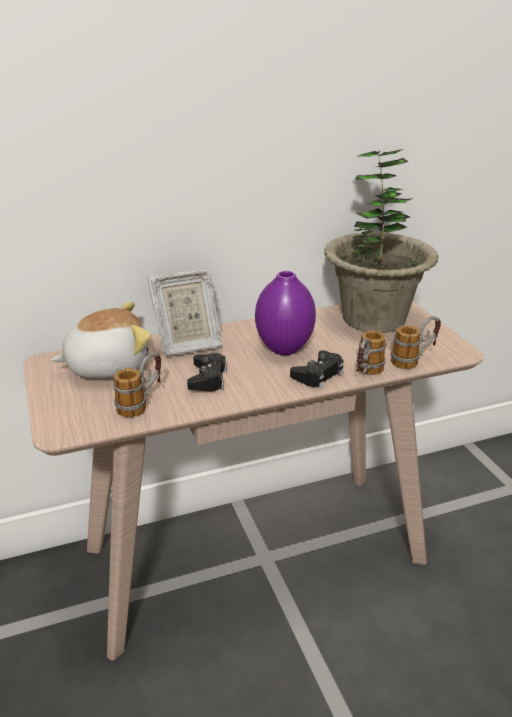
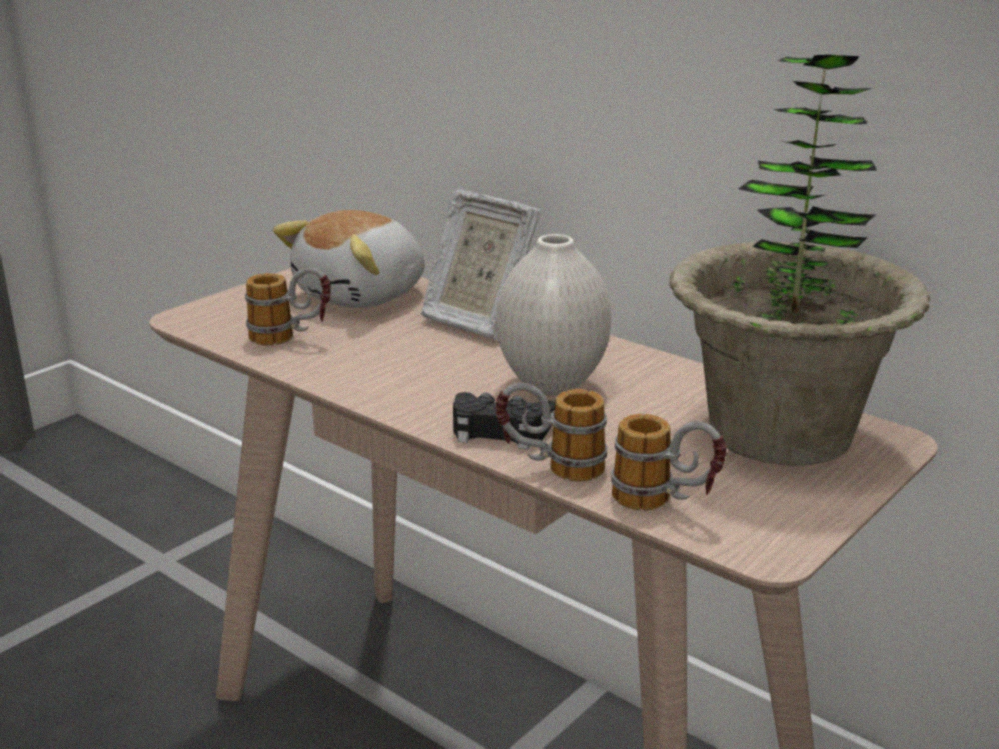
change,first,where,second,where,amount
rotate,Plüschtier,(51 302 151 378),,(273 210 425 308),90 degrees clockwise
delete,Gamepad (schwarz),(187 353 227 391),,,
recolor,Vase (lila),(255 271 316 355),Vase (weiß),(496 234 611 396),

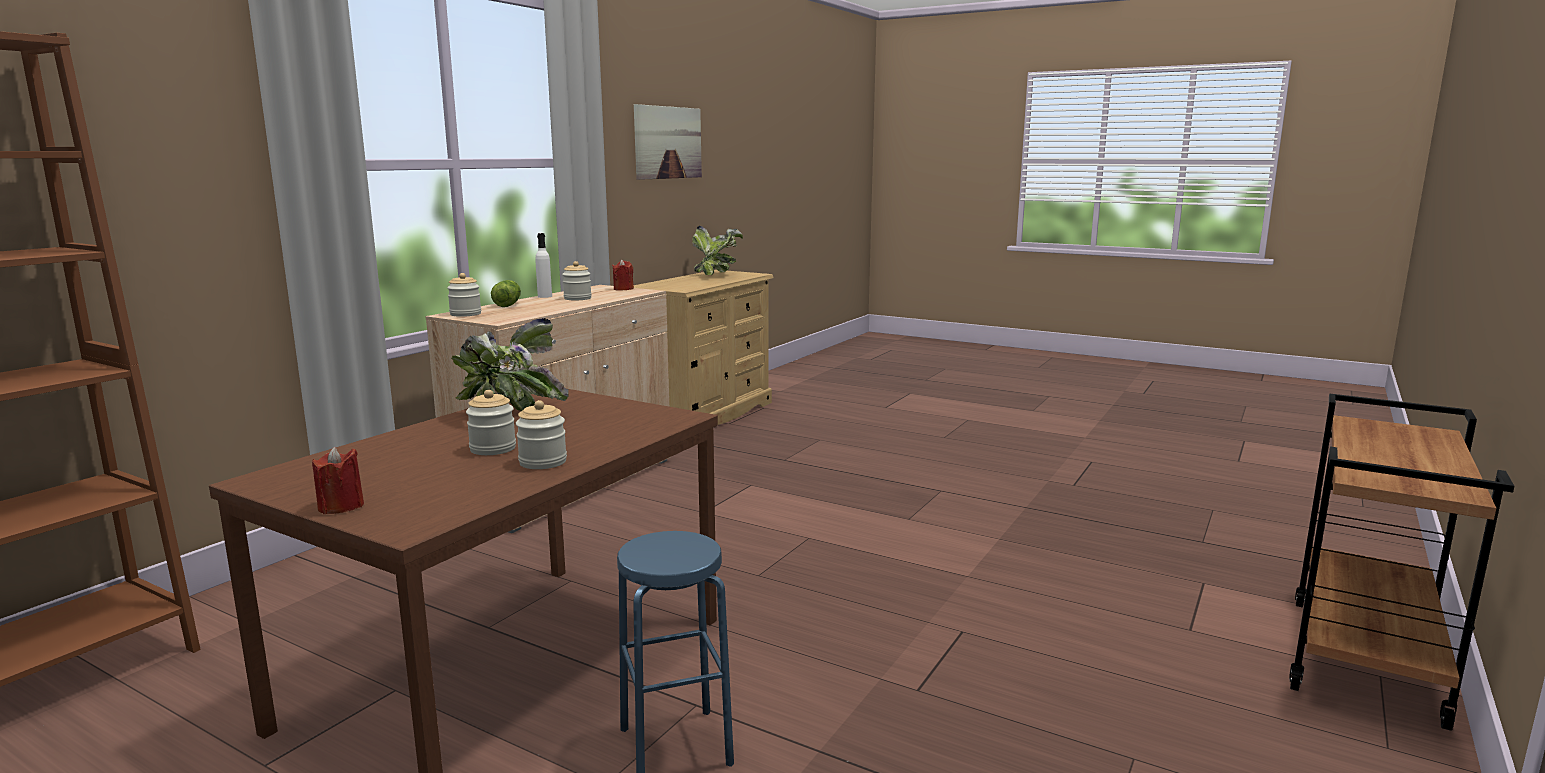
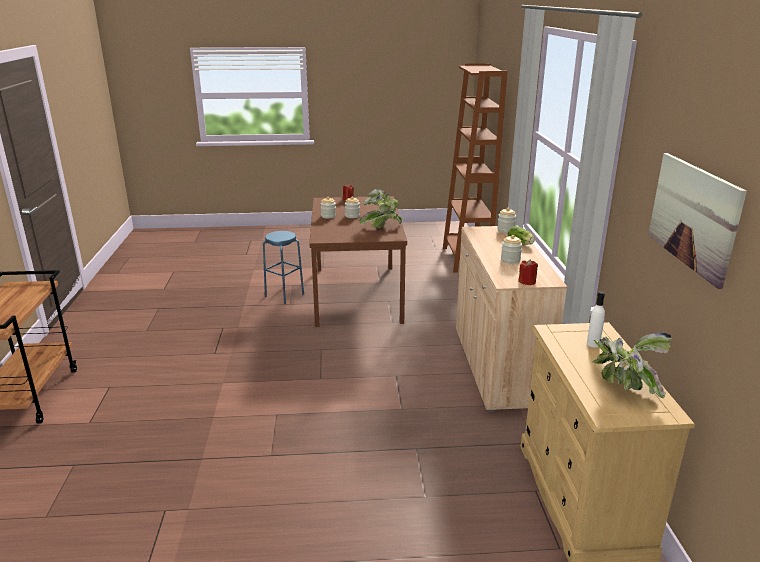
change,first,where,second,where,amount
move,Flasche (weiß),(536 233 552 298),,(587 291 605 348),

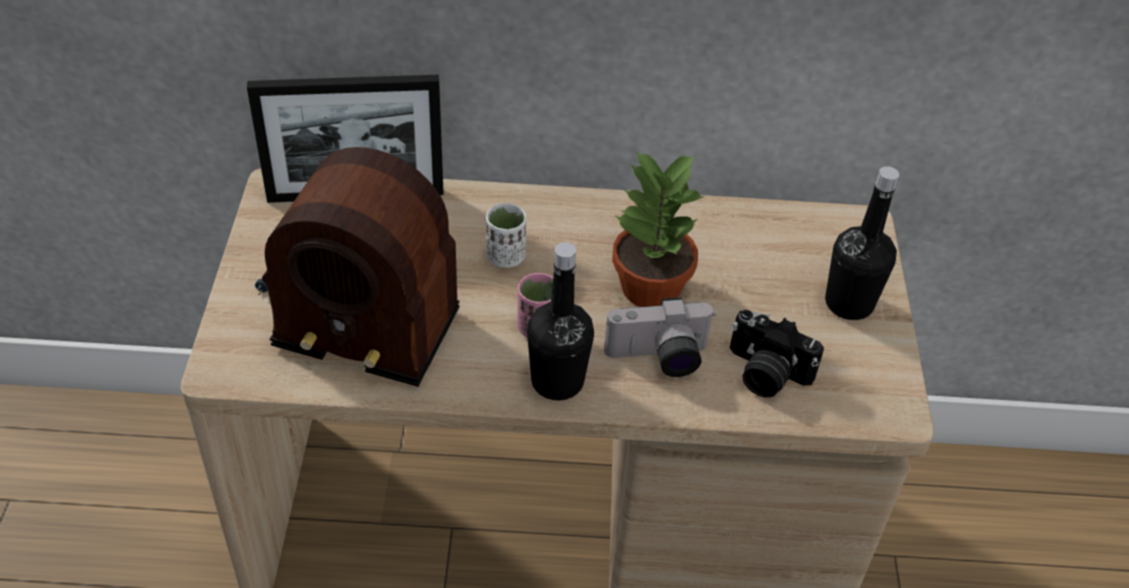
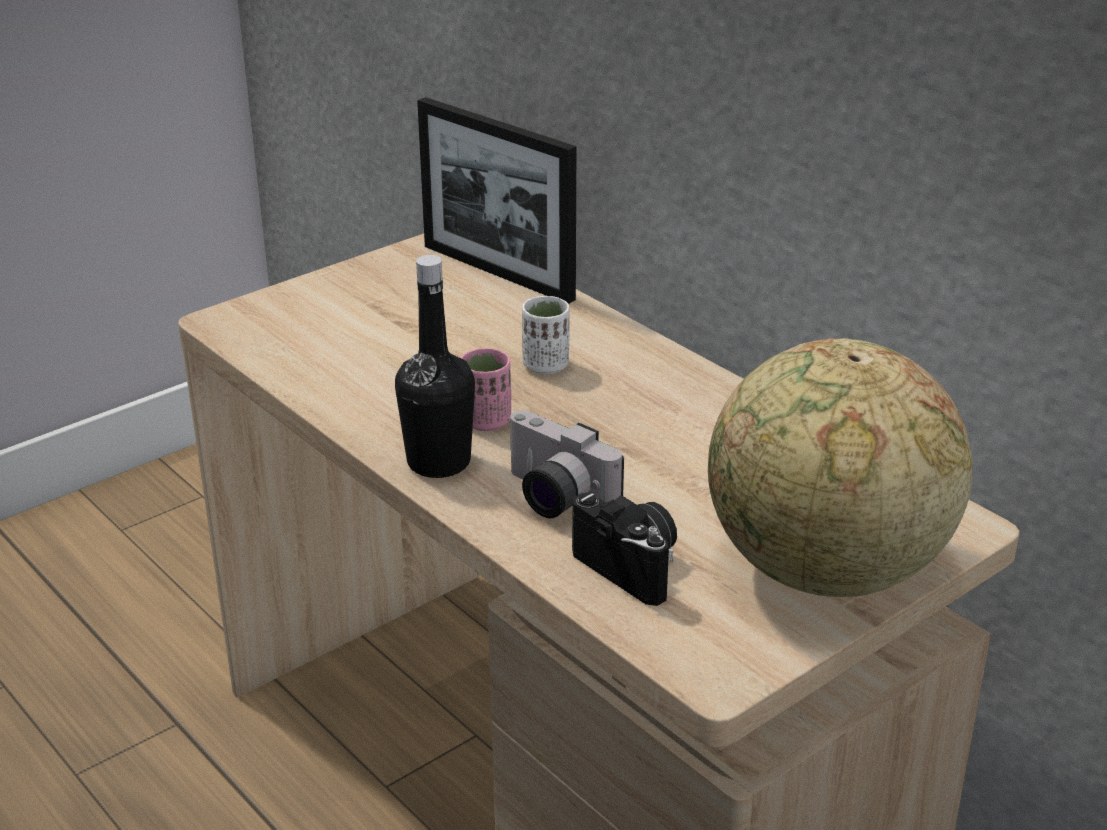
change,first,where,second,where,amount
delete,Radio,(255 147 460 387),,,
delete,Topfpflanze,(612 151 705 307),,,
rotate,Kamera,(730 310 824 398),,(572 492 677 606),150 degrees clockwise
replace,Flasche (schwarz),(825 166 899 320),Globus,(708 338 972 597),

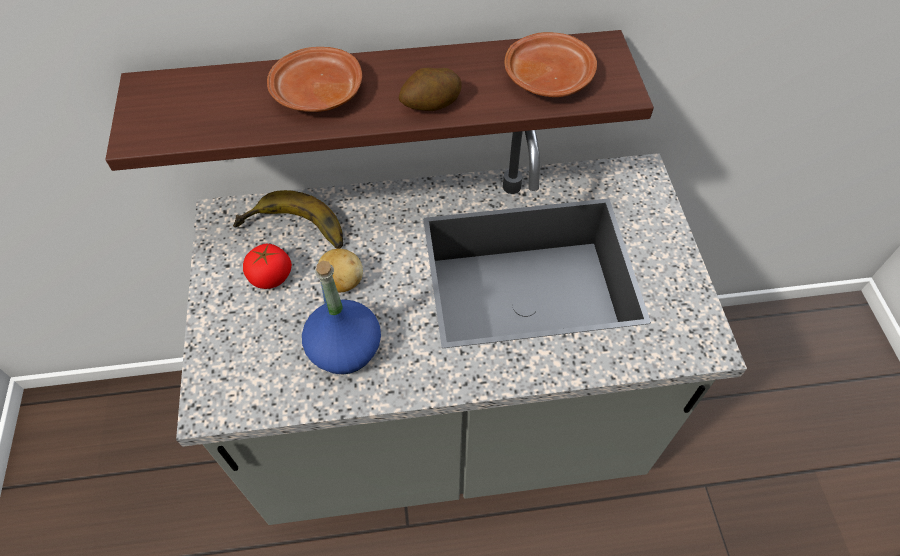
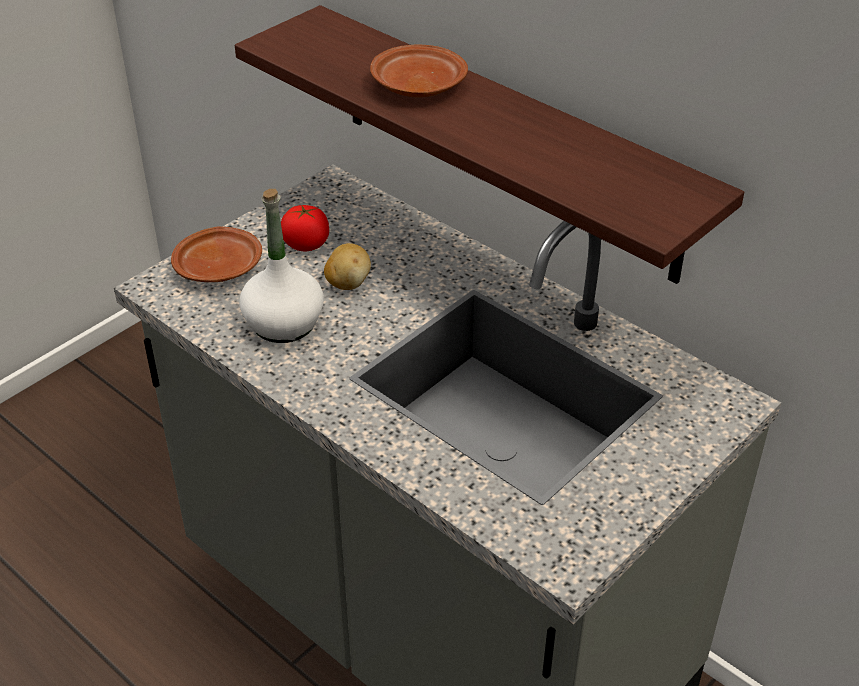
change,first,where,second,where,amount
delete,Banane,(233 190 343 249),,,
recolor,Flasche (blau),(302 261 381 375),Flasche (weiß),(239 189 324 343),
delete,Kartoffel,(399 68 462 111),,,
move,Teller (braun),(505 32 597 97),,(171 227 262 282),

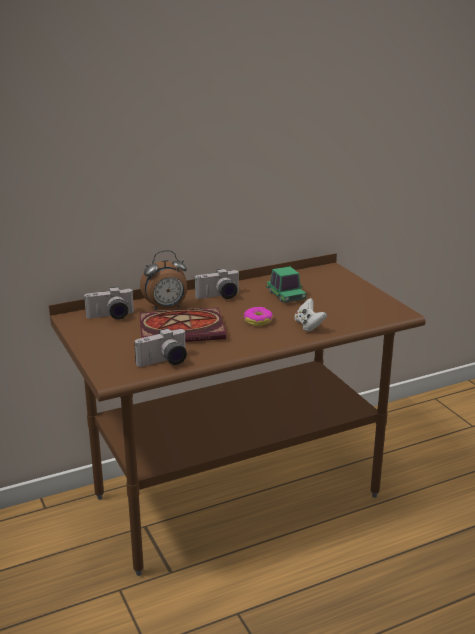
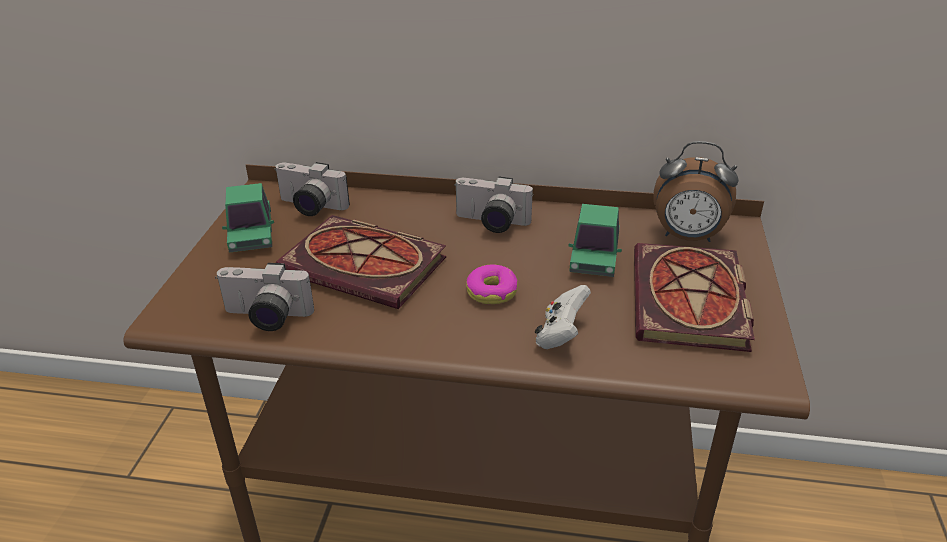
change,first,where,second,where,amount
move,Wecker,(140 250 187 311),,(653 141 739 242),
insert,,,Spielzeugauto,(222 183 274 252),
insert,,,Buch,(634 243 755 352),

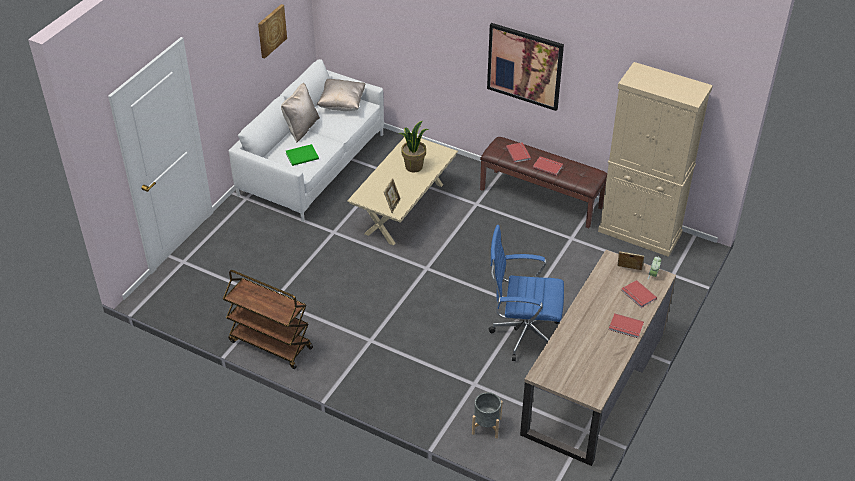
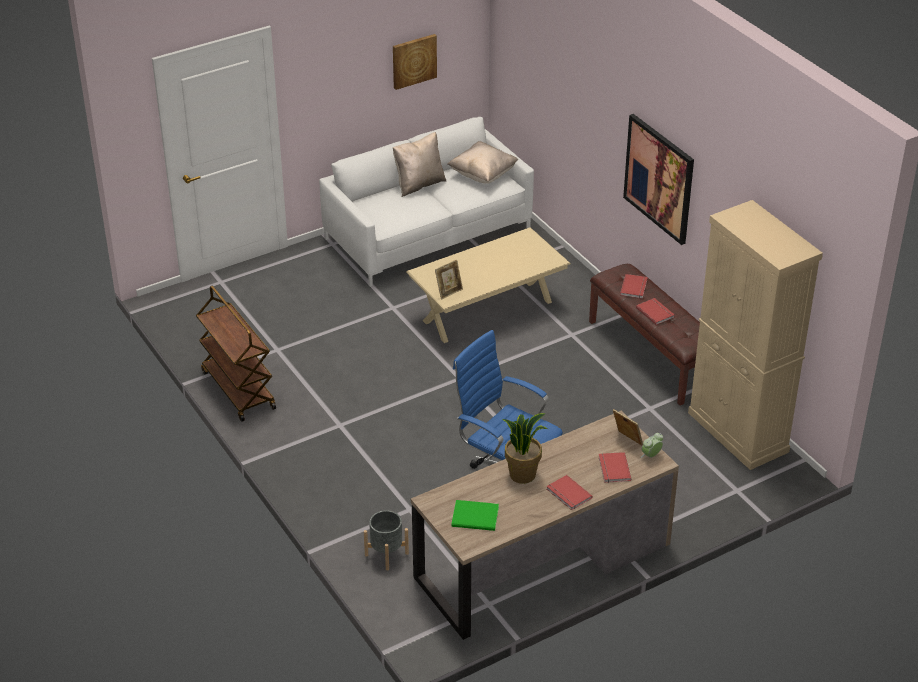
change,first,where,second,where,amount
move,Buch (grün),(286 144 319 166),,(451 500 499 531),
move,Topfpflanze,(399 121 429 172),,(502 413 547 484),

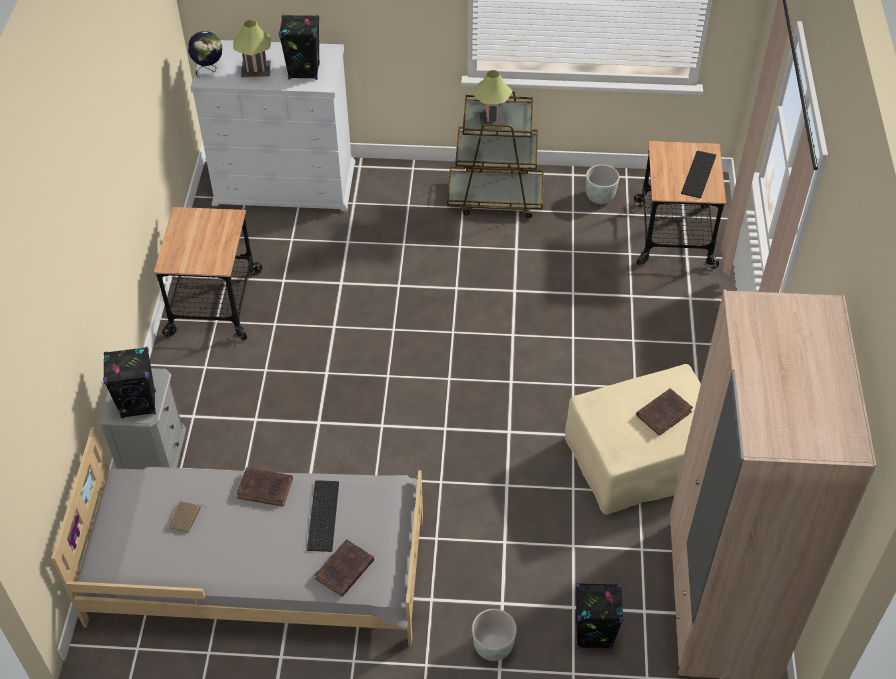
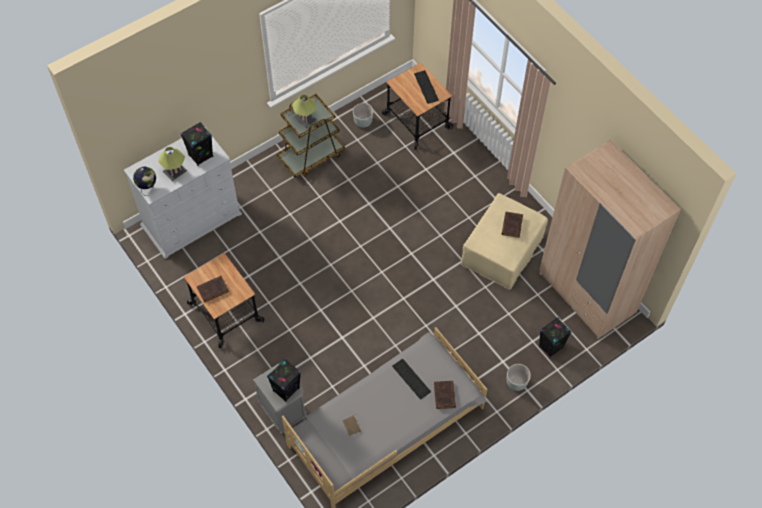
change,first,where,second,where,amount
move,Buch (braun),(236 467 293 507),,(197 276 229 303),

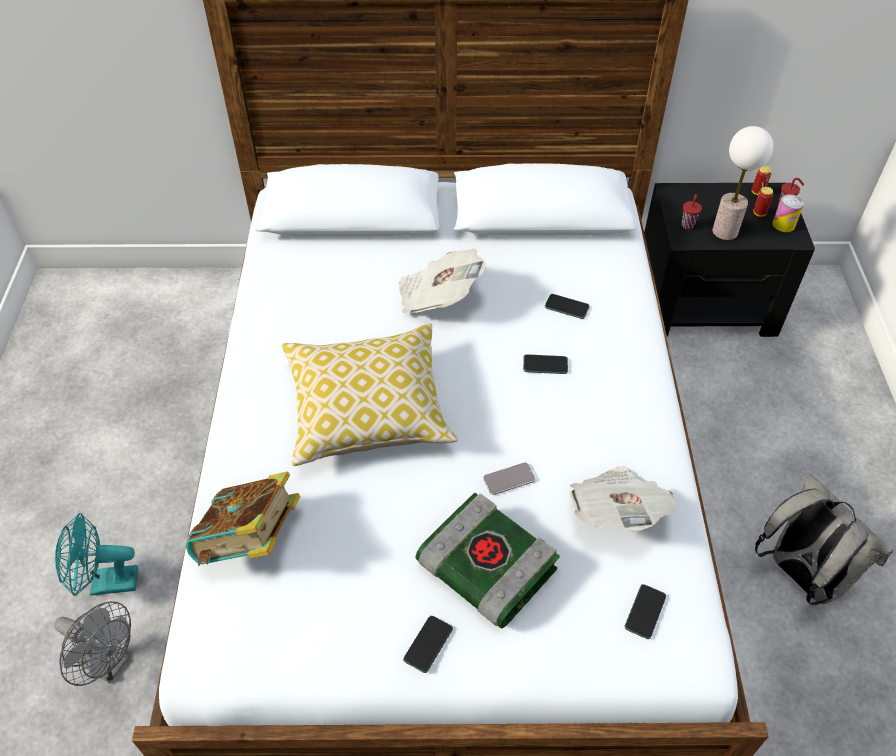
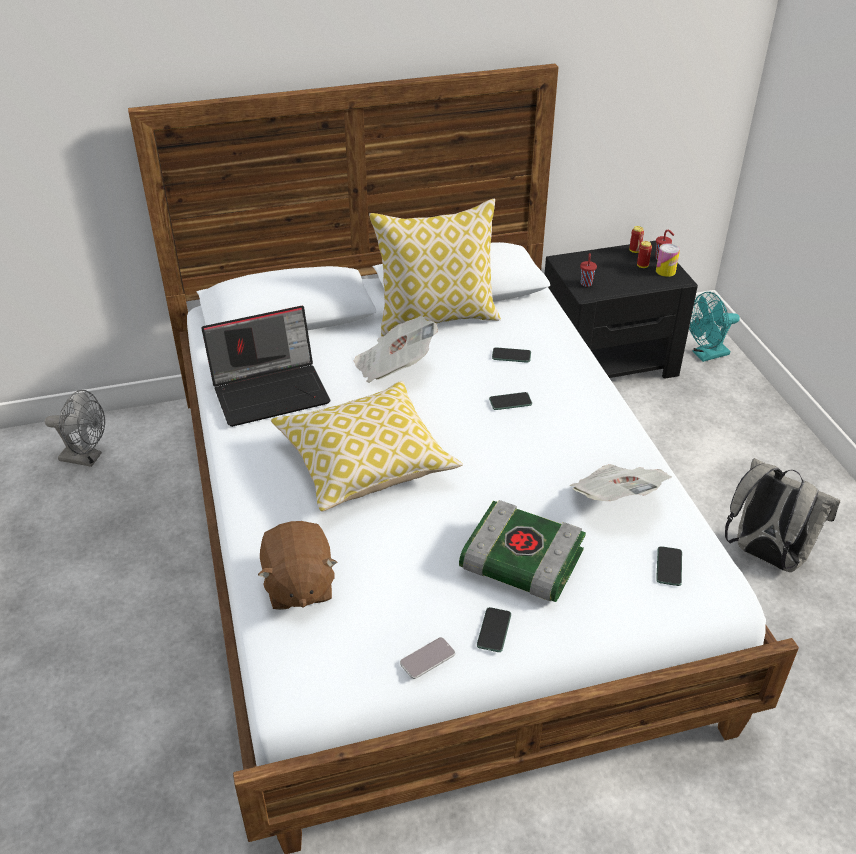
change,first,where,second,where,amount
move,Ventilator (grau),(54 601 131 686),,(45 390 105 467),
move,Ventilator (türkis),(55 513 138 596),,(689 292 740 362),
replace,Buch,(186 471 300 566),Plüschtier (braun),(258 521 337 610),
move,Handy,(483 462 535 495),,(400 637 455 679),
delete,Tischlampe,(712 126 773 240),,,
insert,,,Laptop,(201 306 331 427),
insert,,,Kissen,(369 199 501 336),

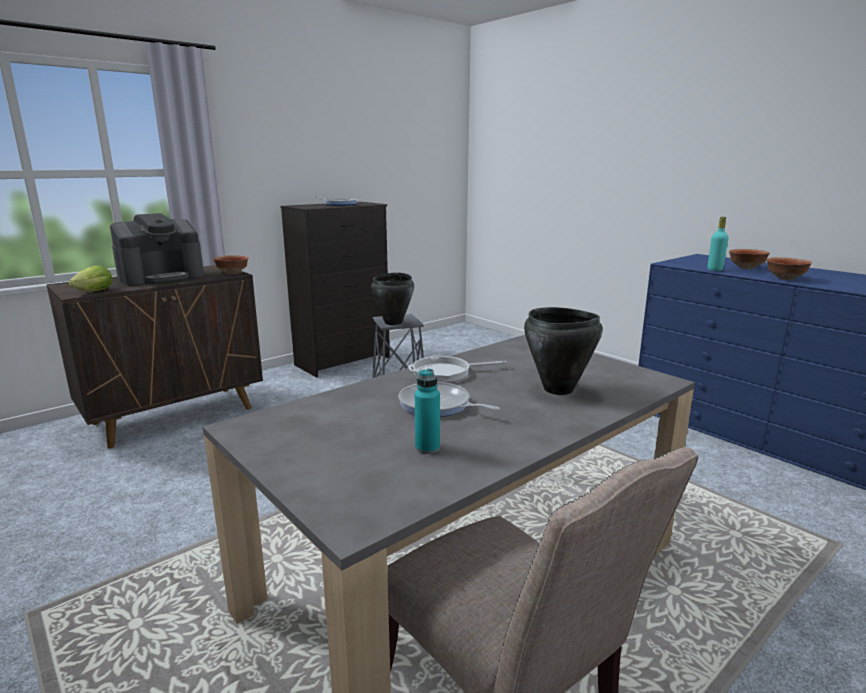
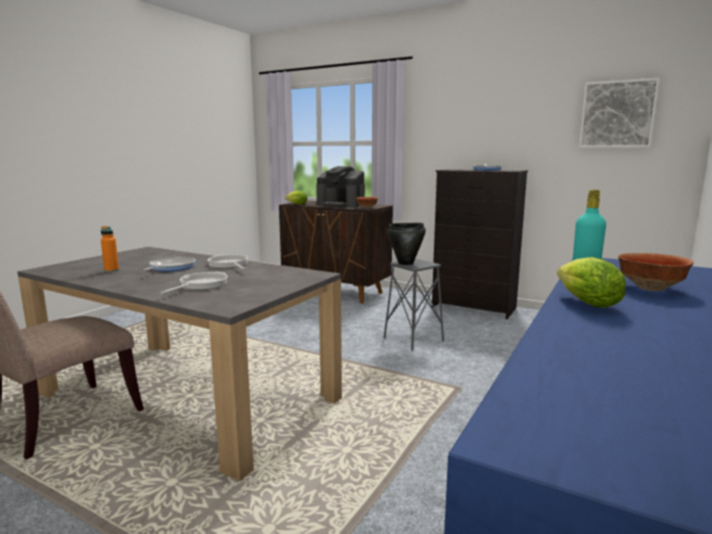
change,first,where,second,where,amount
recolor,Flasche (türkis),(415 368 440 454),Flasche (orange),(101 226 119 272),
replace,Kochtopf (schwarz),(524 307 603 395),Pfanne,(160 272 228 295),
replace,Schüssel,(767 257 812 280),Salatkopf,(557 257 626 308),
insert,,,Bild,(579 78 660 148),

